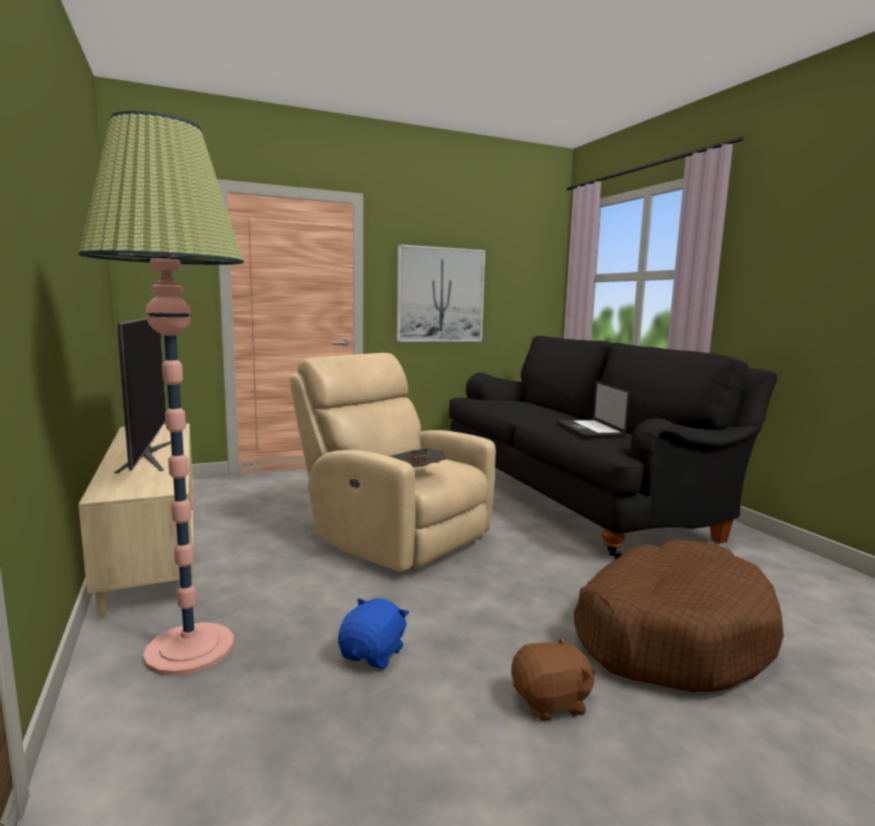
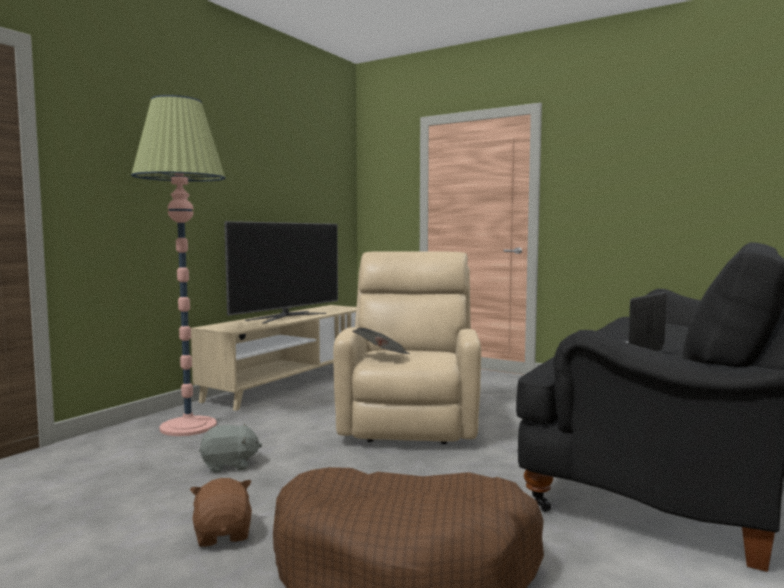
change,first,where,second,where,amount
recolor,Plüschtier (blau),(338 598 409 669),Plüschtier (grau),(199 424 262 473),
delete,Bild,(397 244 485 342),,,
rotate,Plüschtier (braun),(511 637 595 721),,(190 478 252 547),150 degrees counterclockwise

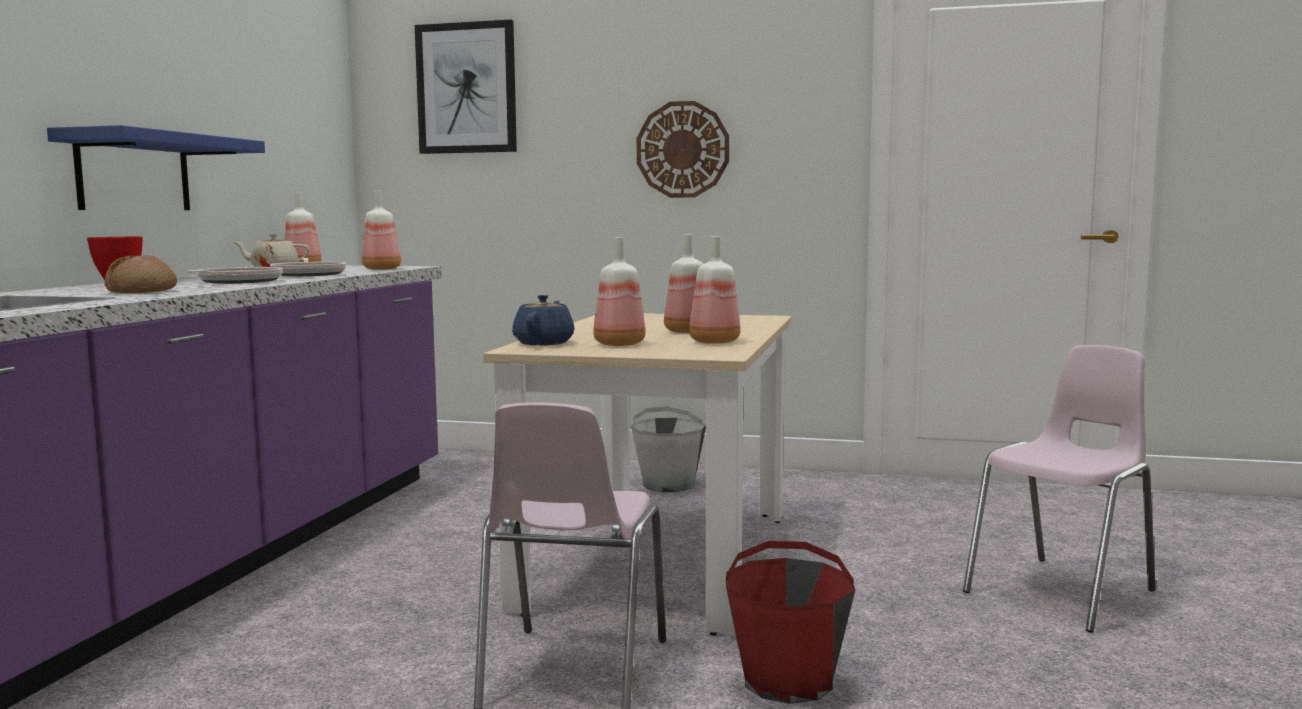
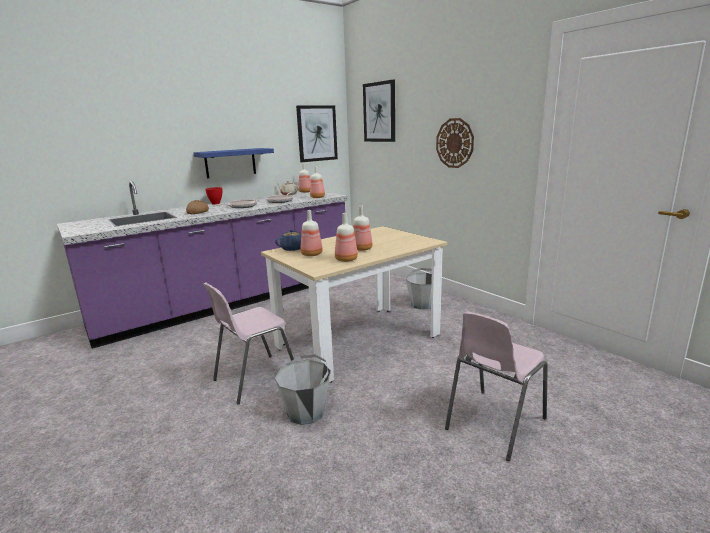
change,first,where,second,where,amount
recolor,Eimer (rot),(726 541 855 704),Eimer (grau),(275 354 331 425),
rotate,Stuhl (rosa),(963 345 1155 633),,(445 312 548 461),135 degrees clockwise
insert,,,Bild,(296 105 338 162),

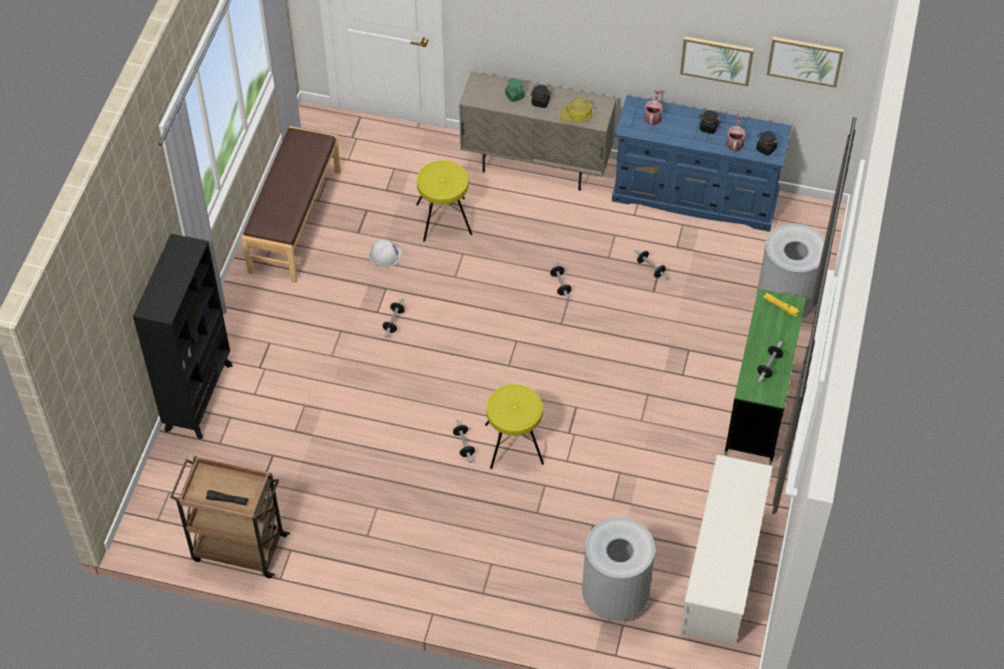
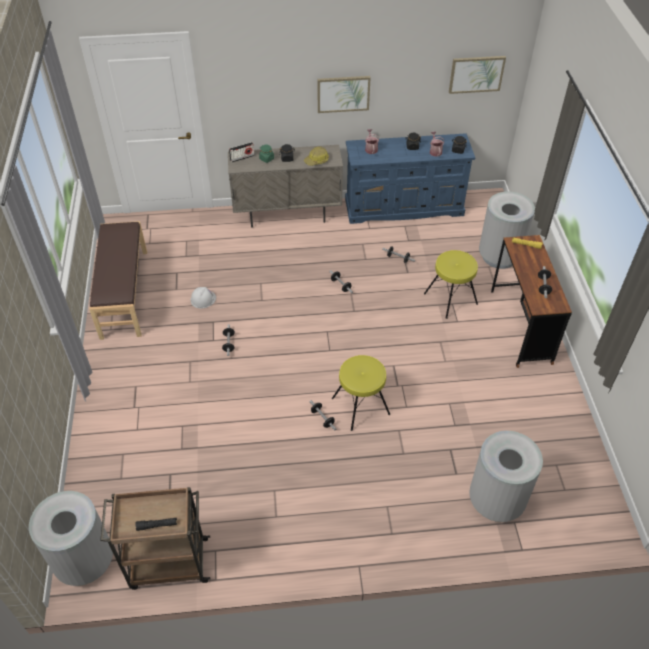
change,first,where,second,where,amount
delete,Bücherregal (schwarz),(133 234 233 440),,,
move,Hocker (gelb),(416 160 472 242),,(424 250 478 319),
move,Bild,(680 36 754 86),,(317 76 371 113),
delete,Schuhregal (weiß),(680 454 773 645),,,
recolor,Schreibtisch (grün),(724 289 806 465),Schreibtisch (braun),(491 235 572 368),
insert,,,Mülleimer (grau),(29 491 113 586),
insert,,,Radio,(229 142 255 162),

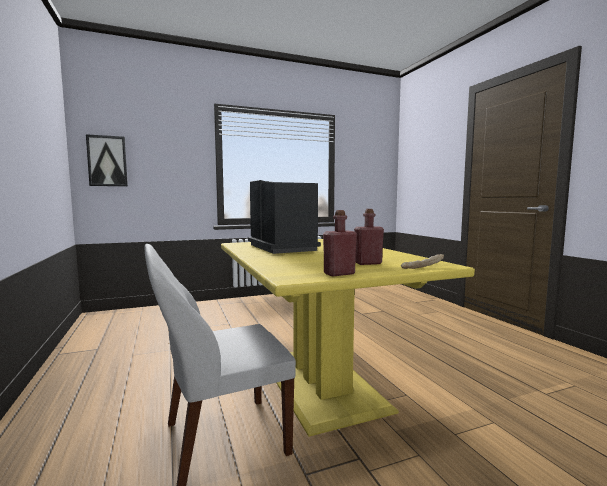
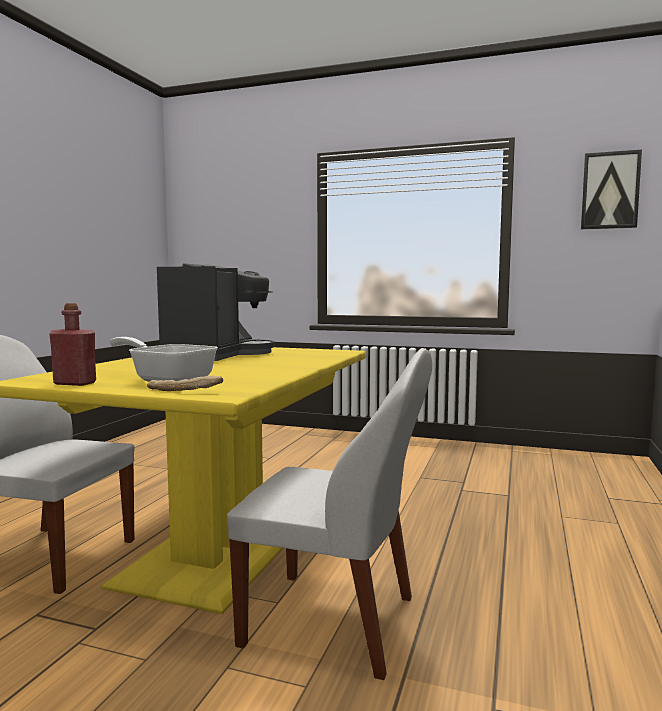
change,first,where,second,where,amount
move,Bild,(86 134 128 186),,(581 150 642 229),
replace,Flasche (rot),(354 209 384 265),Pfanne,(109 337 218 382),
insert,,,Stuhl (weiß),(227 349 432 680),

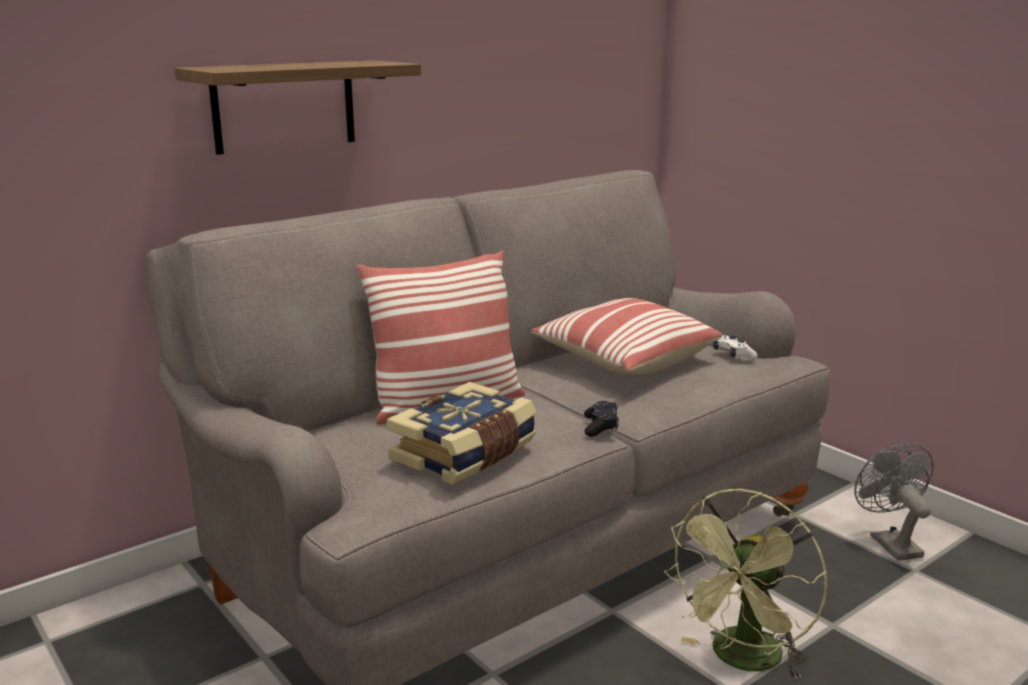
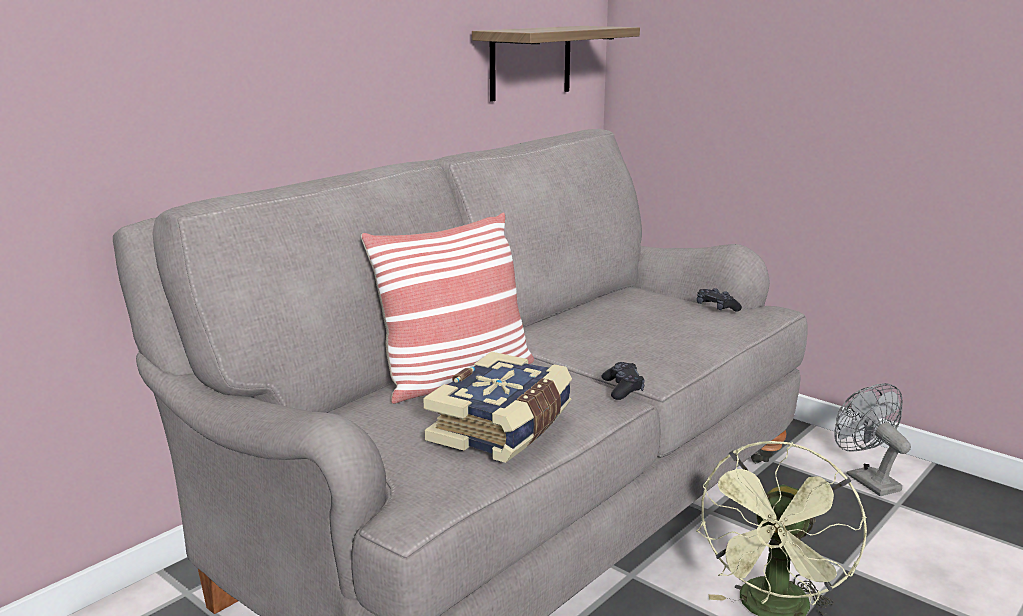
change,first,where,second,where,amount
move,Wandregal,(175 60 421 155),,(472 26 640 102),
delete,Kissen,(531 298 722 375),,,
recolor,Gamepad (weiß),(713 335 757 360),Gamepad (schwarz),(697 288 742 312),

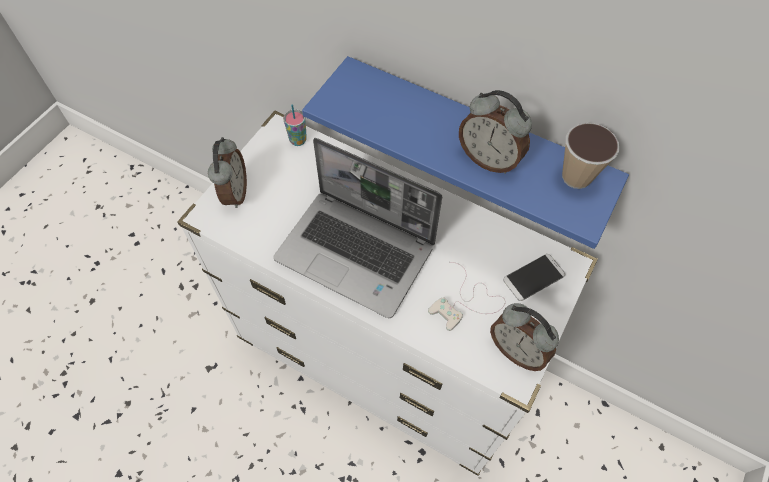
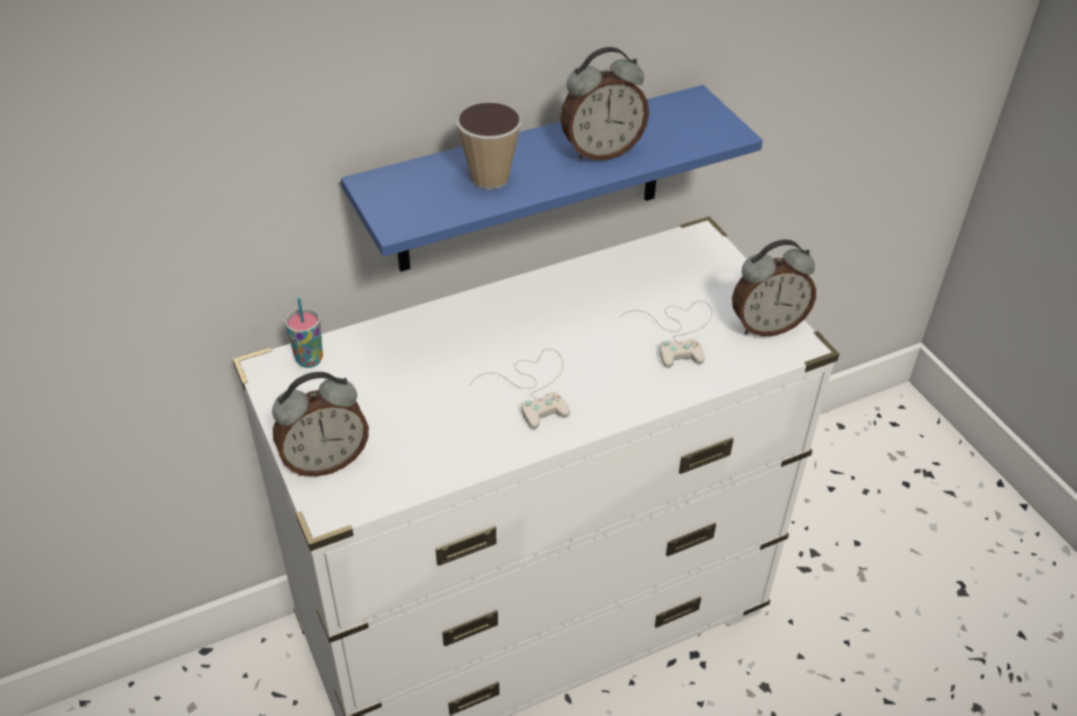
change,first,where,second,where,amount
rotate,Wecker,(208 137 247 208),,(272 372 369 477),120 degrees clockwise
replace,Laptop,(273 138 442 318),Gamepad (weiß),(470 348 570 429),
delete,Handy,(503 254 565 301),,,
move,Tasse,(562 123 619 189),,(456 102 522 189),

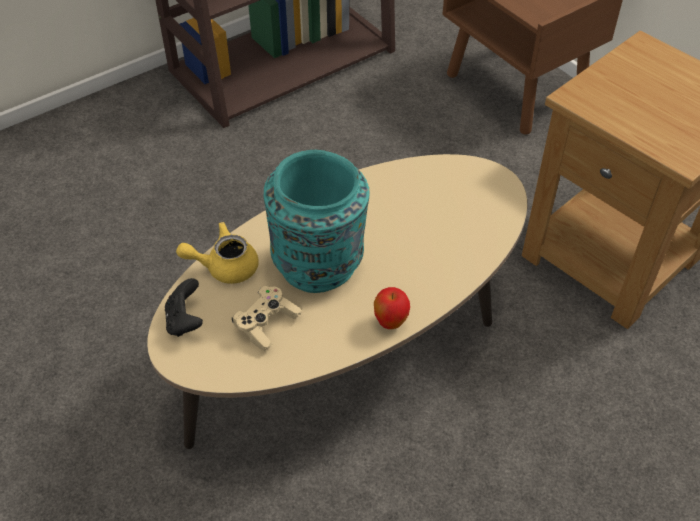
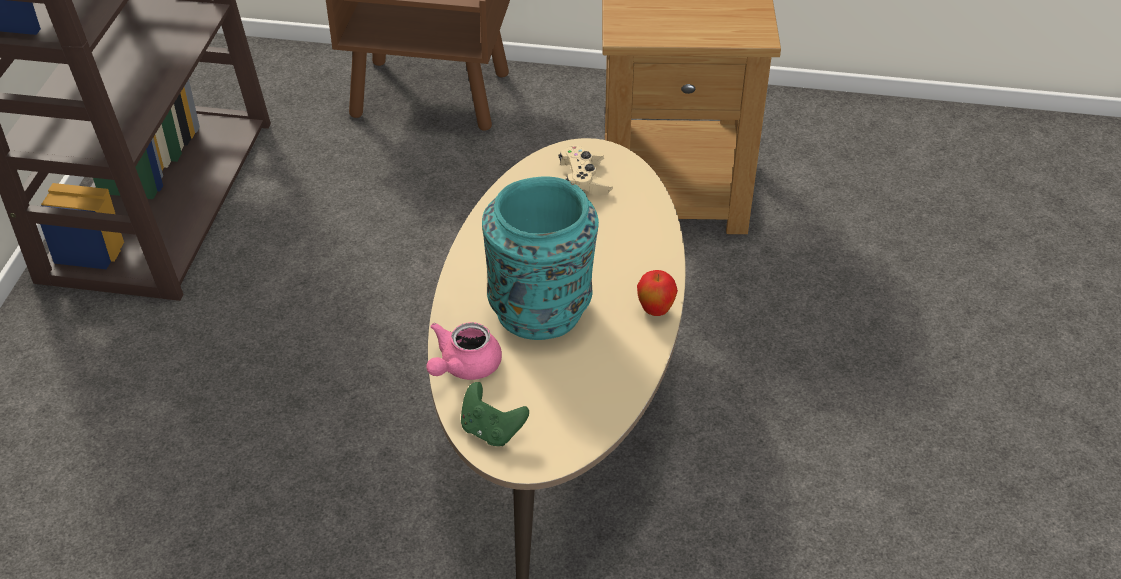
change,first,where,second,where,amount
recolor,Gamepad (schwarz),(165 278 203 337),Gamepad (grün),(461 382 529 446),
recolor,Teekanne (gelb),(176 222 259 284),Teekanne (rosa),(426 322 502 380),
move,Gamepad (beige),(232 286 301 351),,(558 145 613 196),

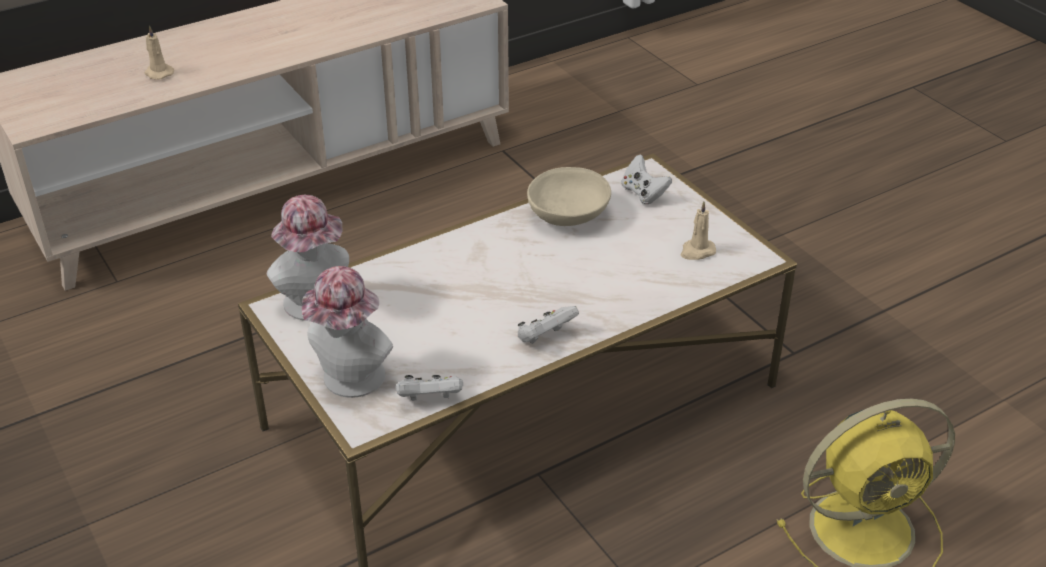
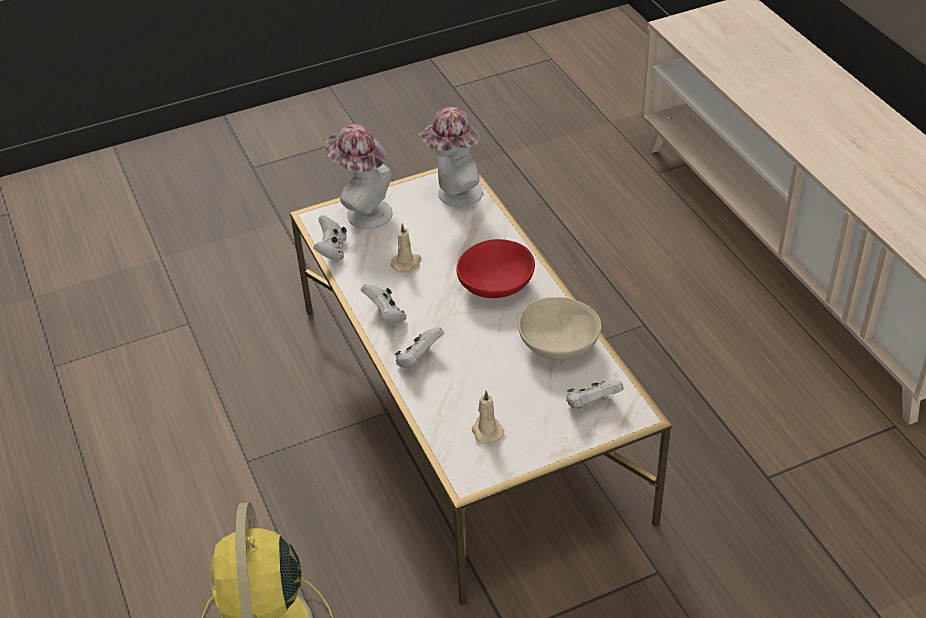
change,first,where,second,where,amount
move,Kerze (beige),(144 25 174 80),,(391 223 422 273),
insert,,,Gamepad (weiß),(395 327 444 368),
insert,,,Schüssel (rot),(456 239 535 298),

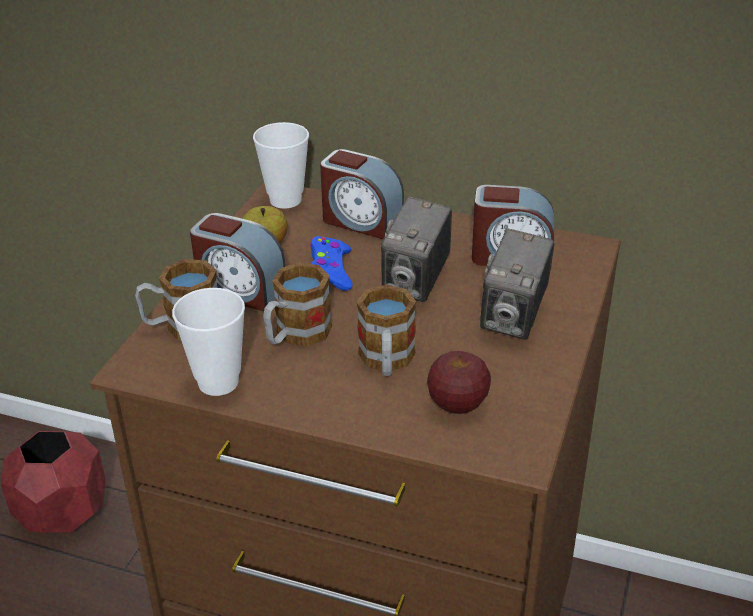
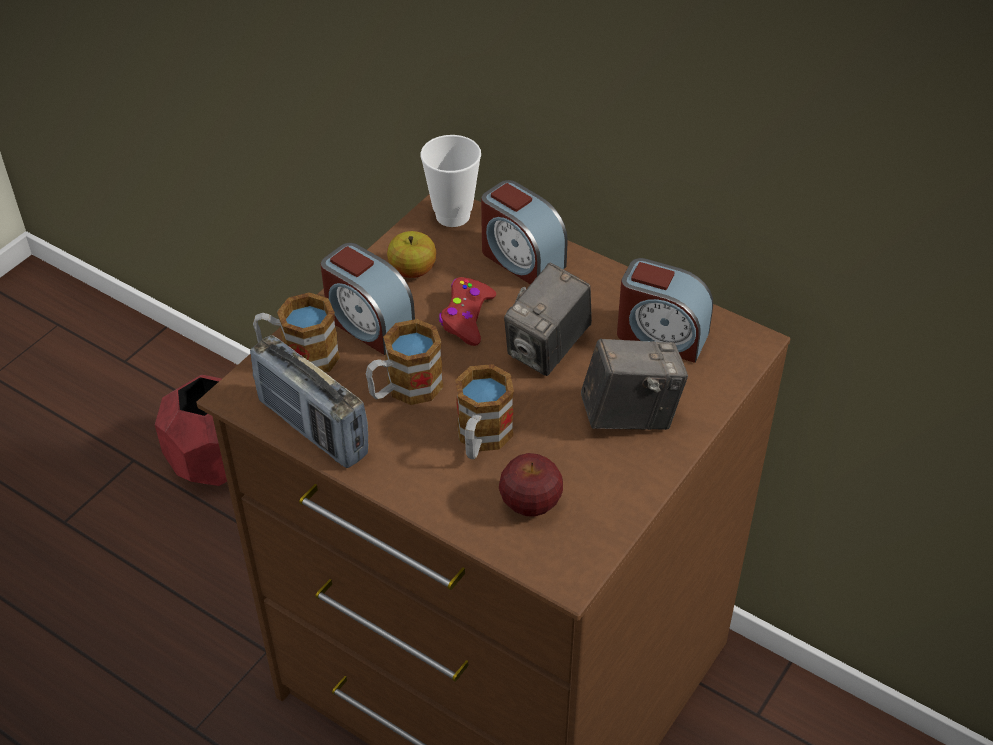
change,first,where,second,where,amount
replace,Tasse,(172 288 245 396),Radio,(250 335 368 468),
recolor,Gamepad (blau),(310 236 353 291),Gamepad (rot),(439 277 496 346),
rotate,Kamera,(480 228 555 340),,(581 338 688 430),135 degrees counterclockwise

